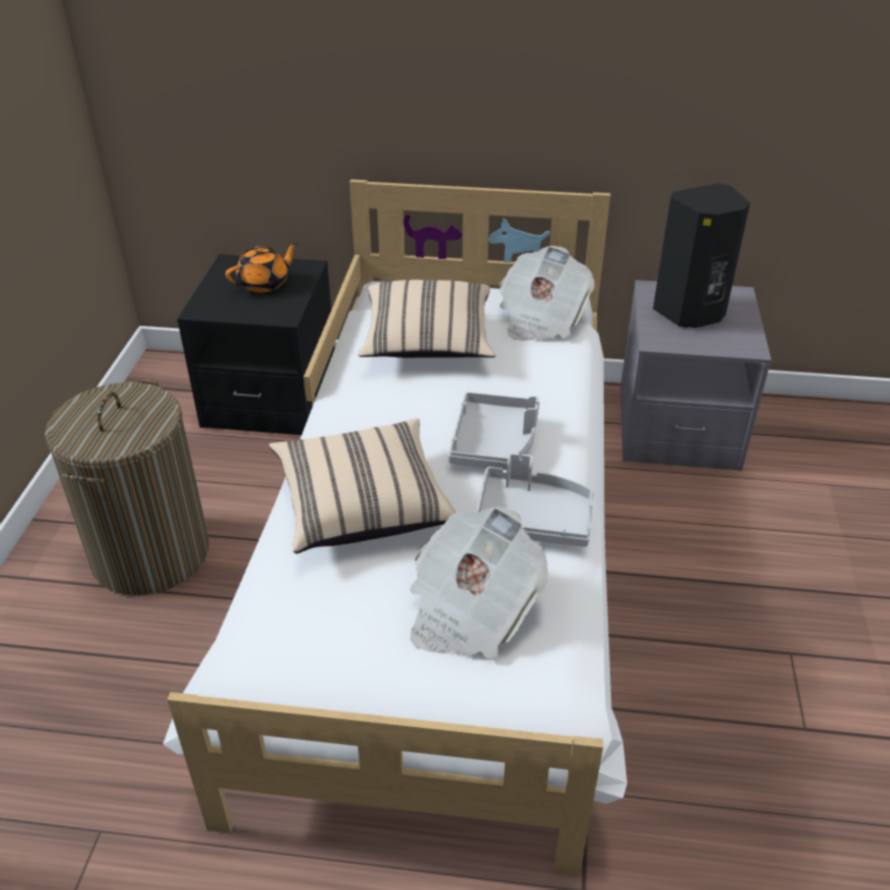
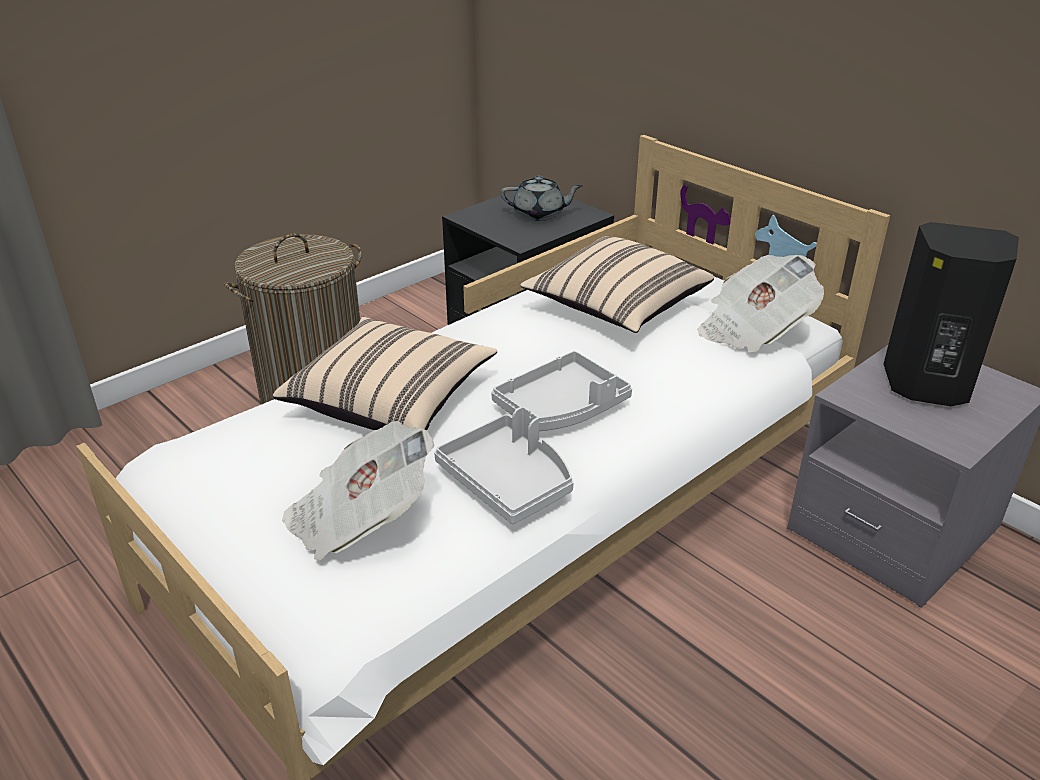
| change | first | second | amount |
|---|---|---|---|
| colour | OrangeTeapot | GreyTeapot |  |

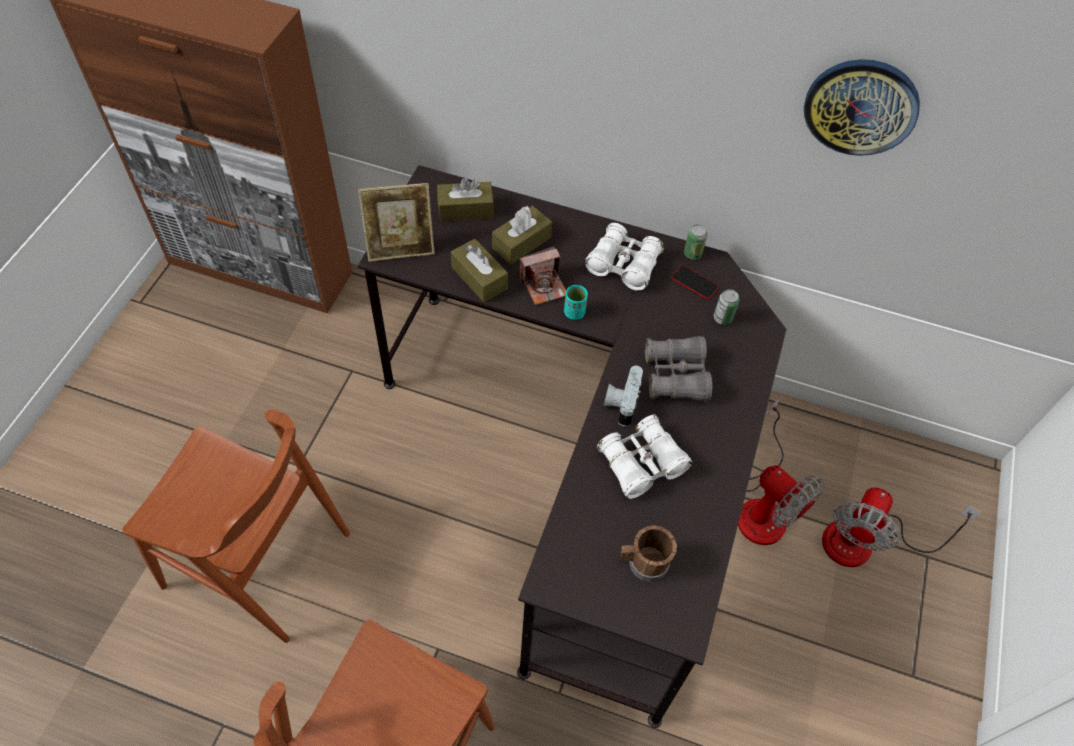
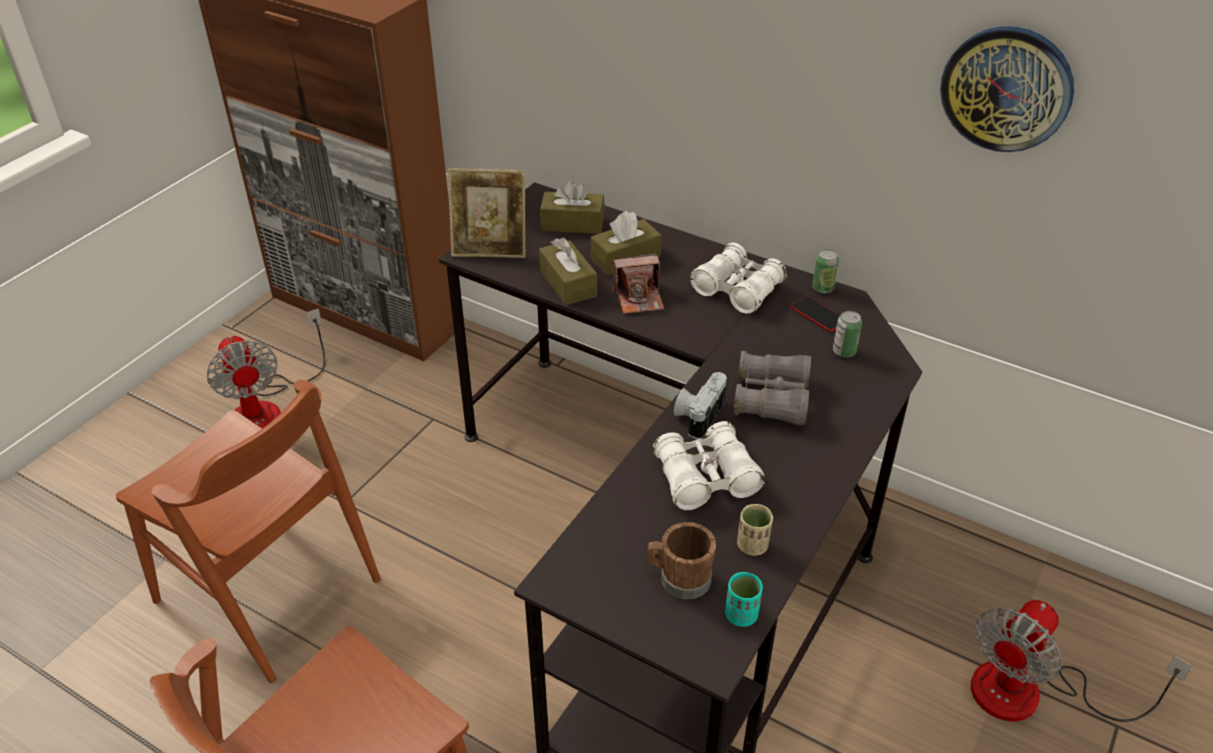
| change | first | second | amount |
|---|---|---|---|
| relocated | Fan (no. 1 from left) |  |  |
| relocated | TurquoiseCup |  |  |
| appeared |  | BeigeCup |  |

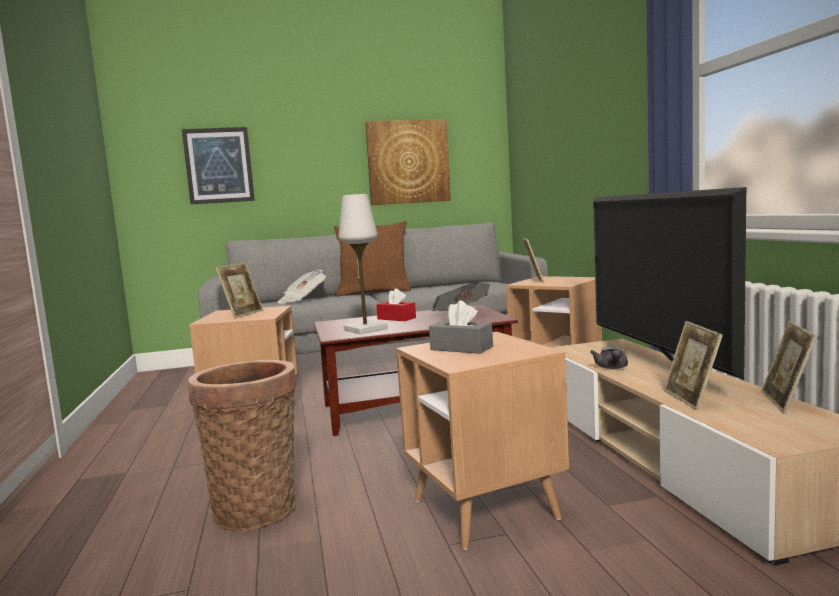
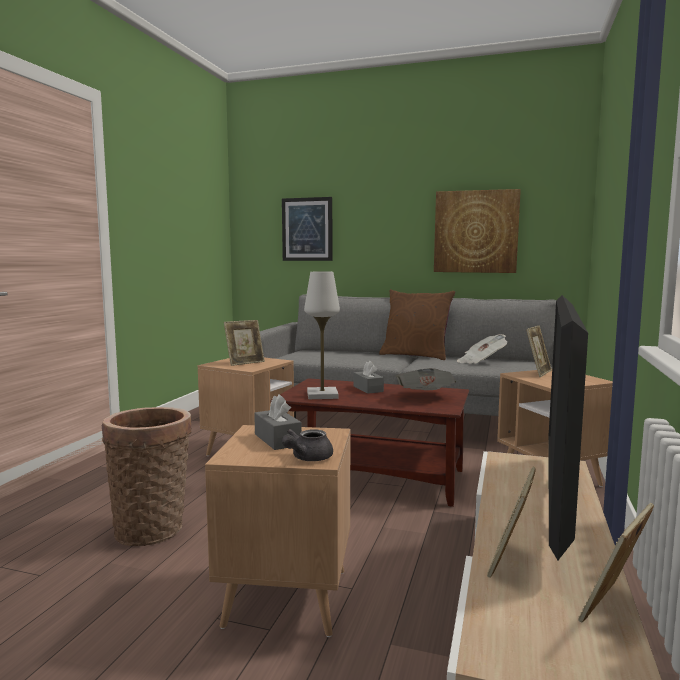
| change | first | second | amount |
|---|---|---|---|
| relocated | GreyTeapot |  |  |
| colour | RedTissueBox | GreyTissueBox (no. 2 from left) |  |
| relocated | Newspaper (no. 1 from left in the first image) | Newspaper (no. 2 from left) |  |

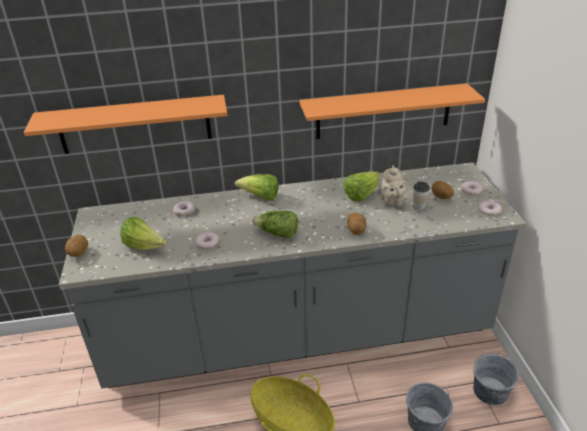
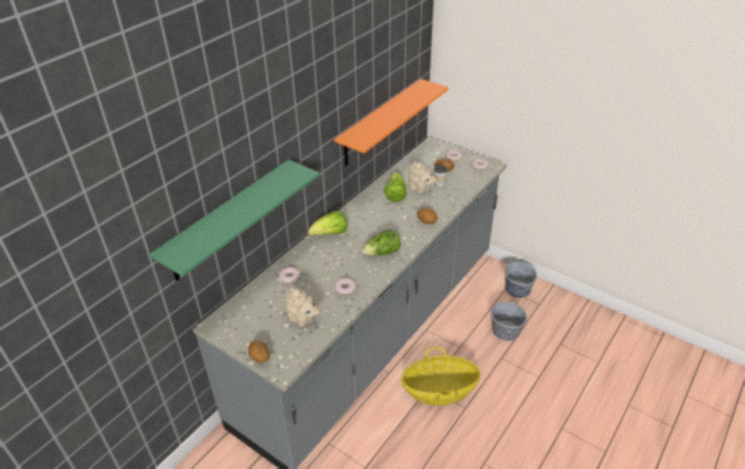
| change | first | second | amount |
|---|---|---|---|
| colour | OrangeShelf (no. 1 from left) | GreenShelf |  |
| exchanged | Lettuce (no. 1 from left) | BeigeTeapot (no. 1 from left) |  |

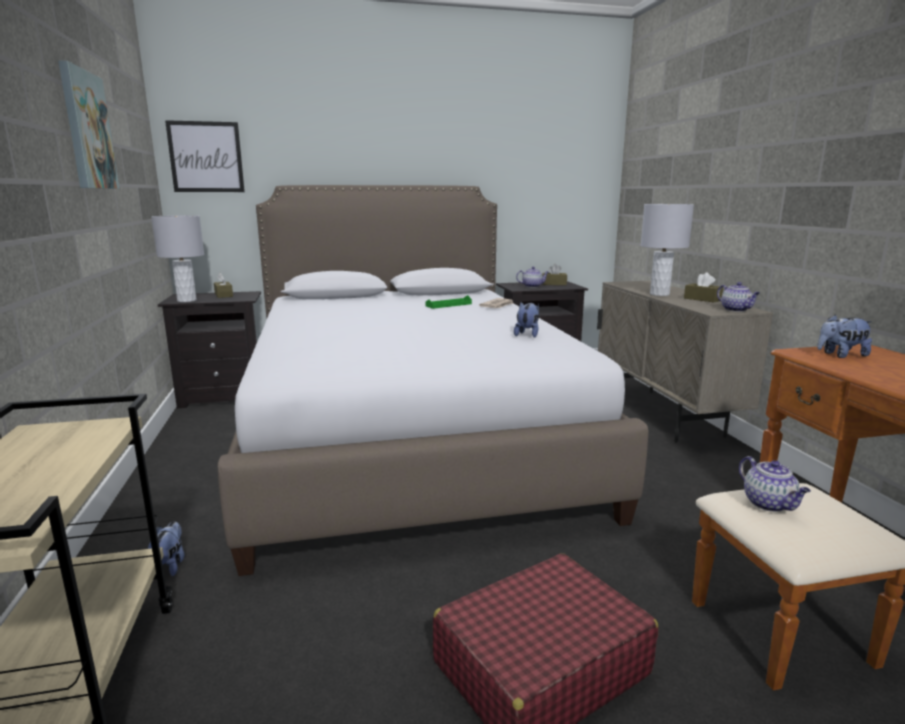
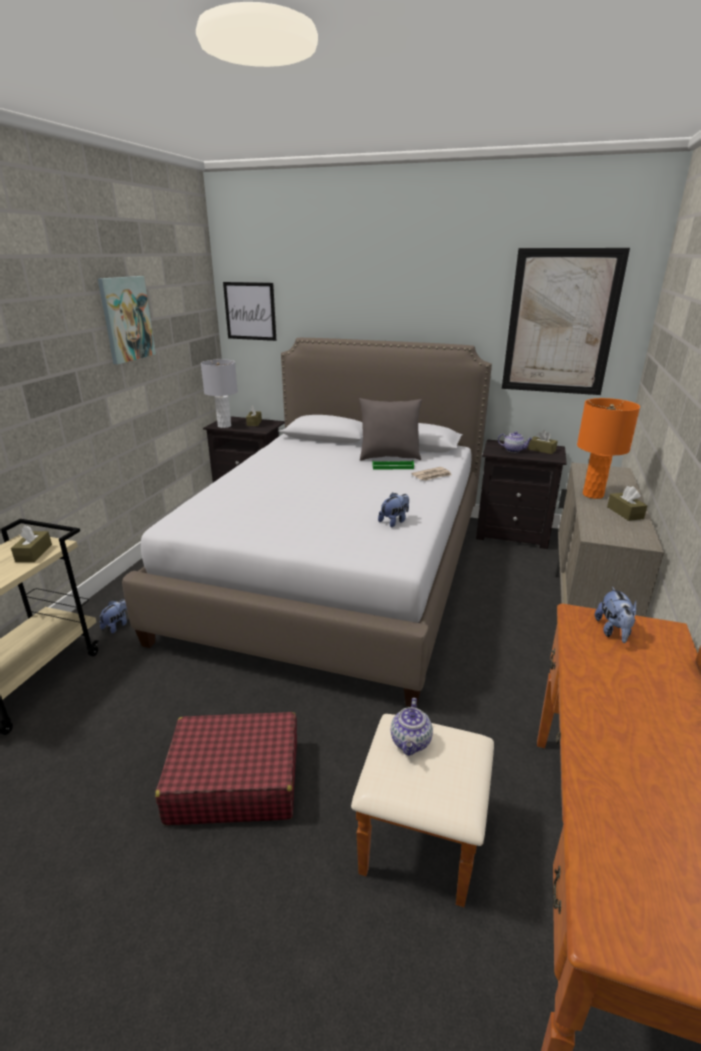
| change | first | second | amount |
|---|---|---|---|
| appeared |  | BrownTissueBox (no. 1 from left) |  |
| appeared |  | GreyPillow |  |
| appeared |  | Picture (no. 3 from left) |  |
| colour | GreyTableLamp (no. 2 from left) | OrangeTableLamp |  |
| spun | PlushToy (no. 3 from left) |  | 105 degrees counterclockwise |
| missing | Teapot (no. 2 from left) |  |  |

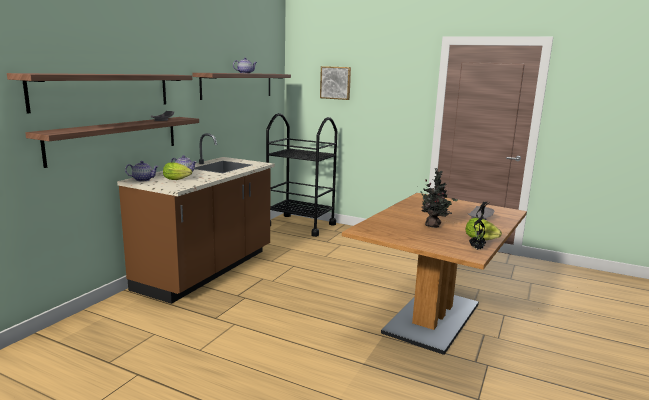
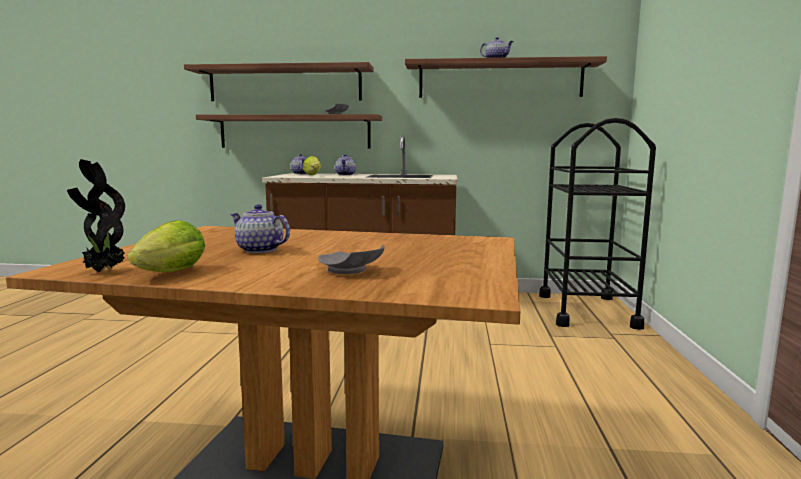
| change | first | second | amount |
|---|---|---|---|
| exchanged | PottedPlant (no. 1 from left) | Teapot (no. 1 from left) |  |
| missing | Picture |  |  |

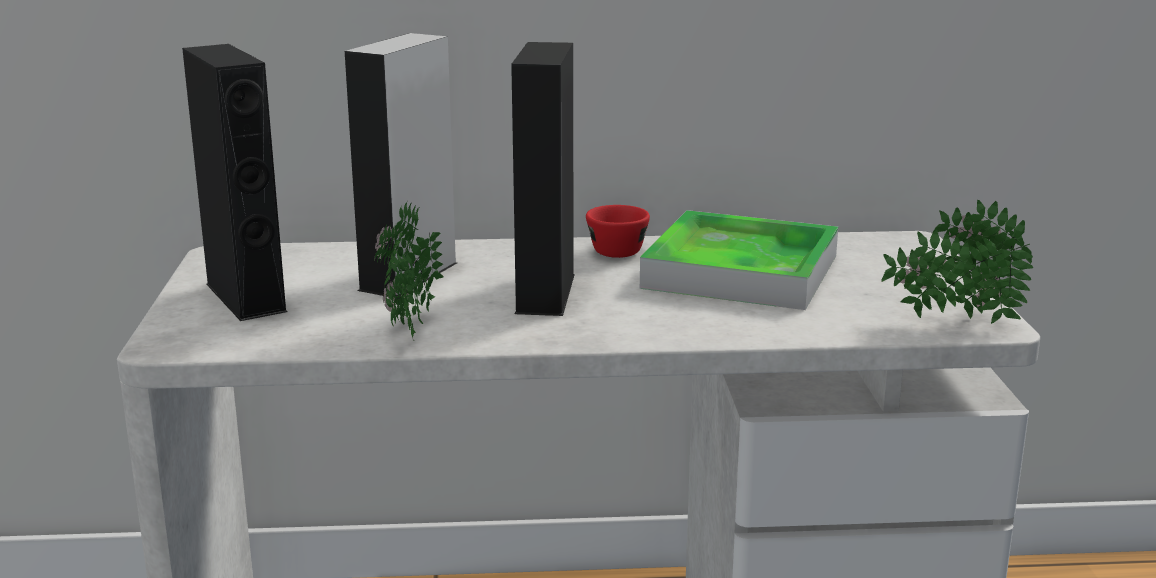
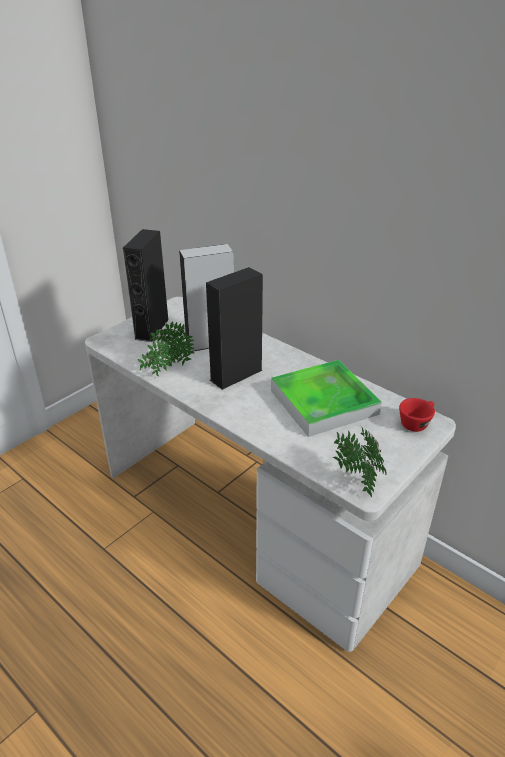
| change | first | second | amount |
|---|---|---|---|
| relocated | RedCup |  |  |

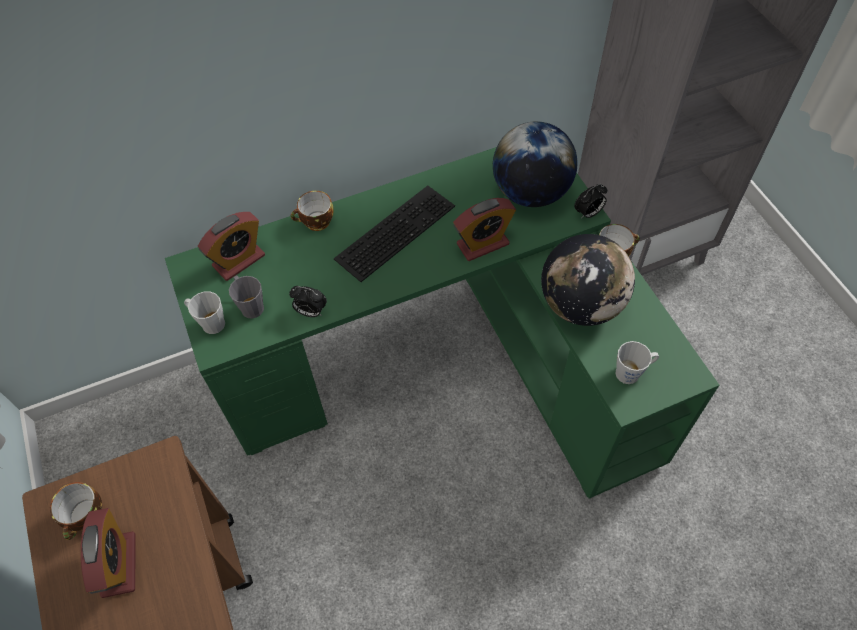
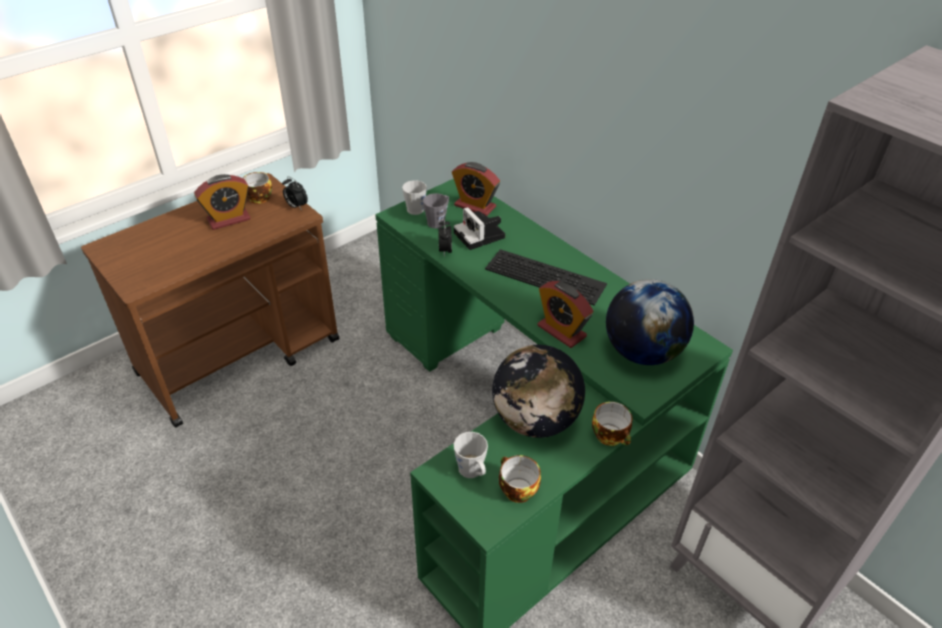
| change | first | second | amount |
|---|---|---|---|
| relocated | AlarmClock (no. 5 from left in the first image) | AlarmClock (no. 2 from left) |  |
| appeared |  | PhotoCamera |  |
| relocated | Cup (no. 2 from left) |  |  |

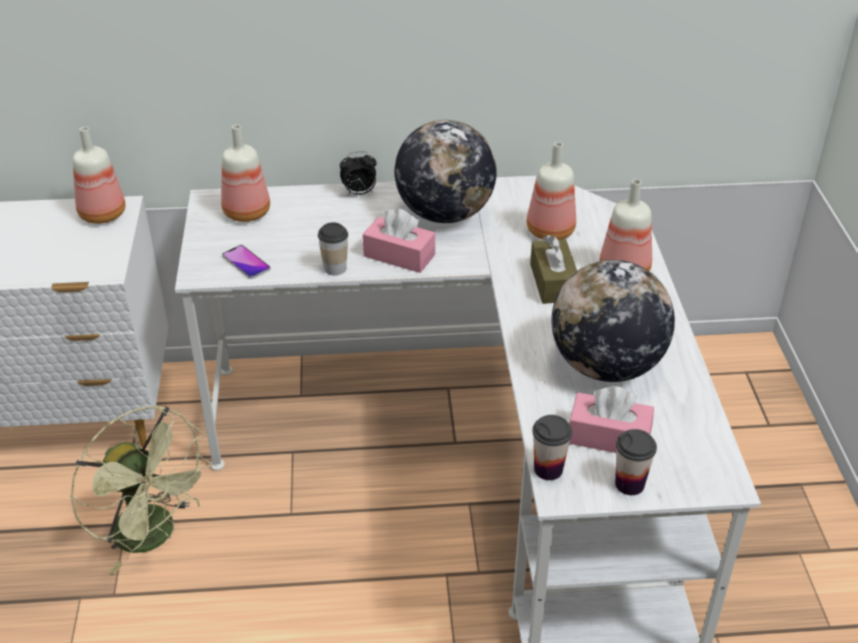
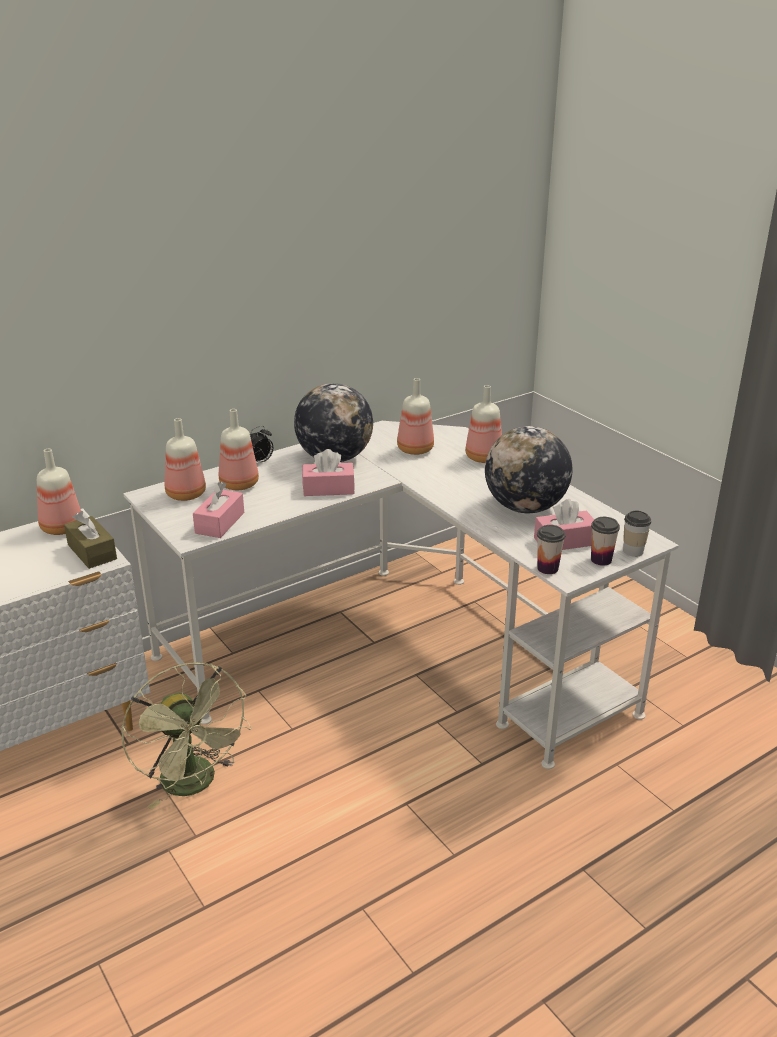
| change | first | second | amount |
|---|---|---|---|
| relocated | BrownTissueBox |  |  |
| spun | GreenFan |  | 45 degrees clockwise |
| exchanged | Phone | PinkTissueBox (no. 1 from left) |  |
| appeared |  | Bottle (no. 3 from left) |  |
| relocated | Cup (no. 1 from left in the first image) | Cup (no. 3 from left) |  |

